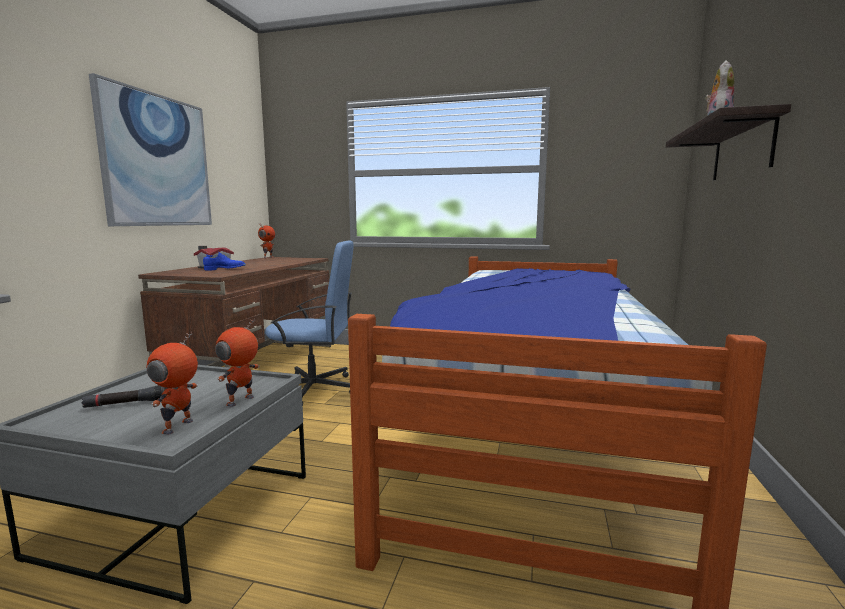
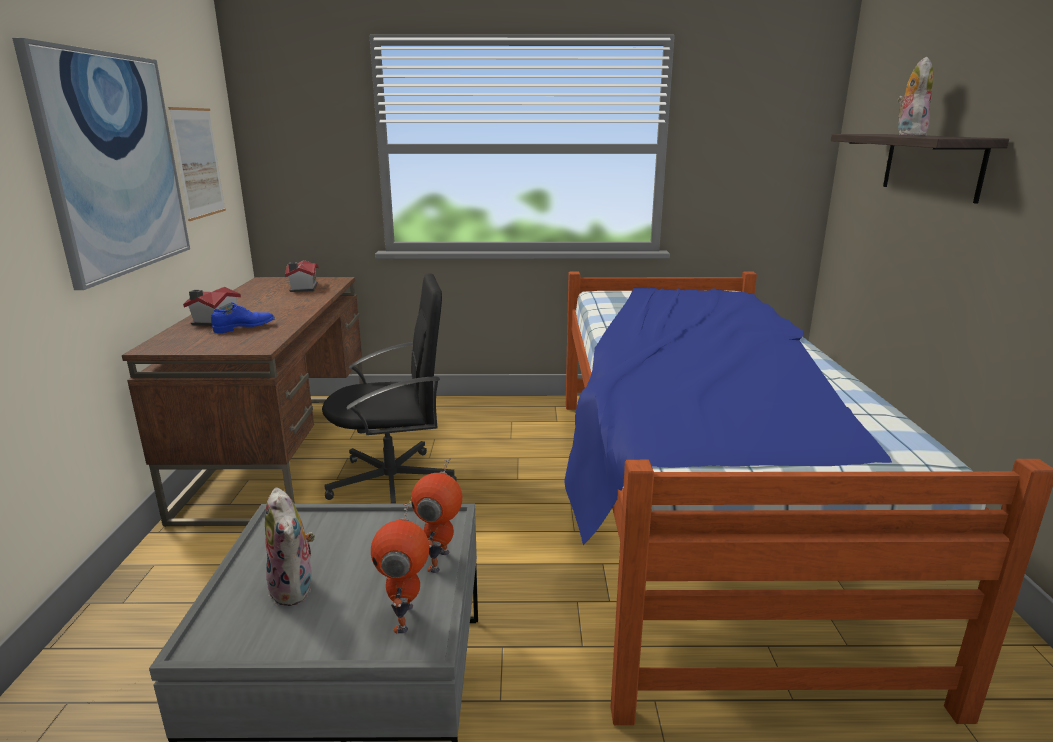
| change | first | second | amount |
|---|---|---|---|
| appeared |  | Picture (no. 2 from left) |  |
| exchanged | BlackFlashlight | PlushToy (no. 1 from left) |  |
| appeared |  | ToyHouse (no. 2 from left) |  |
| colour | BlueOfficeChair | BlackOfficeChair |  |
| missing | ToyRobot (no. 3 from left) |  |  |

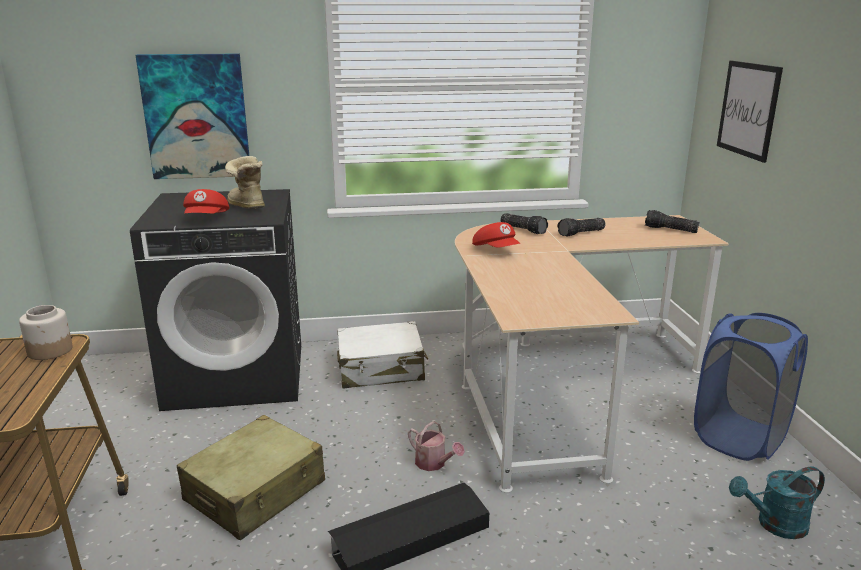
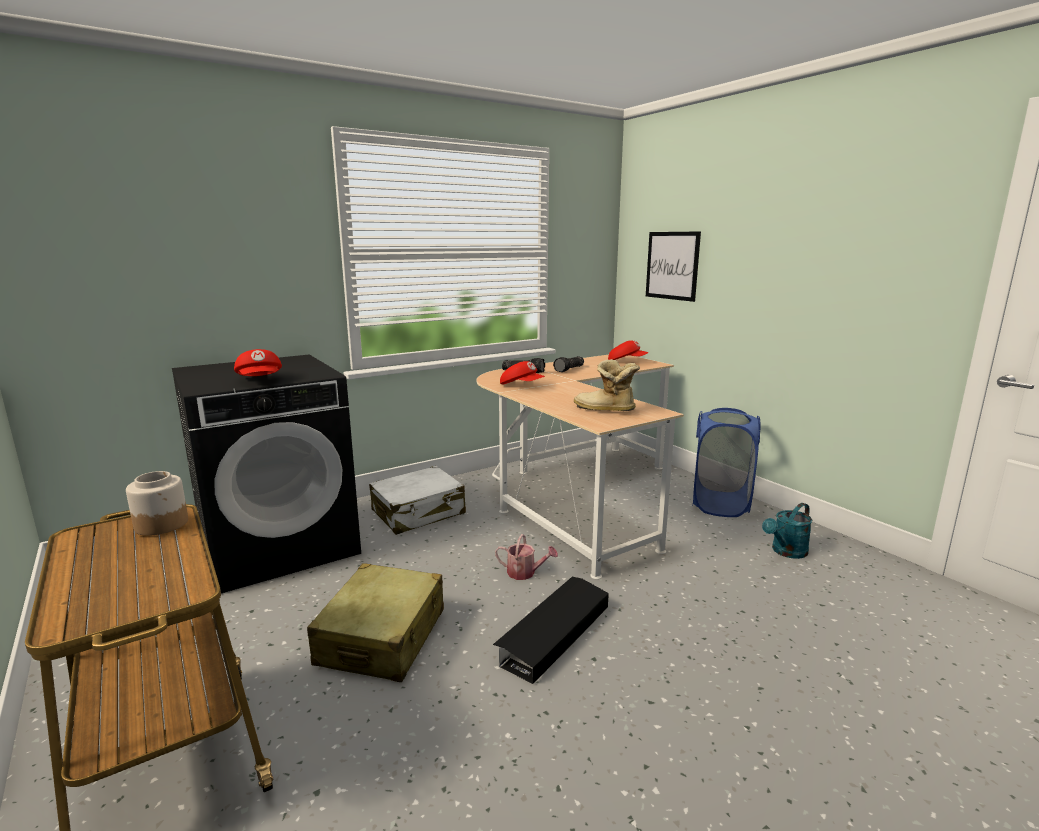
| change | first | second | amount |
|---|---|---|---|
| relocated | Boot |  |  |
| exchanged | Flashlight (no. 3 from left) | RedCap (no. 3 from left) |  |
| missing | Picture (no. 1 from left) |  |  |

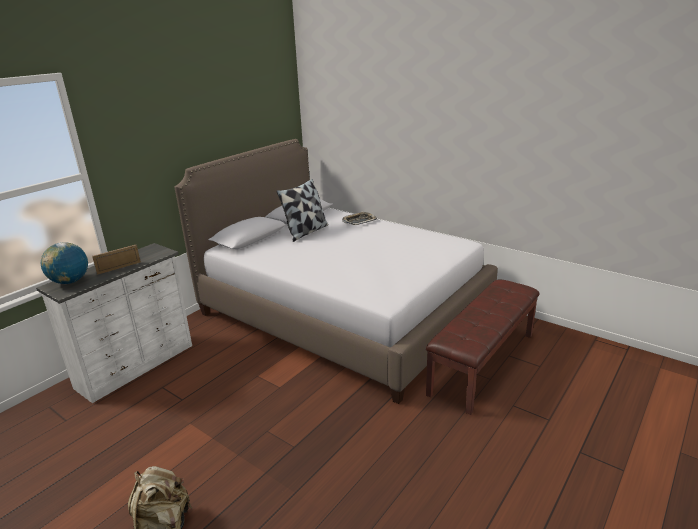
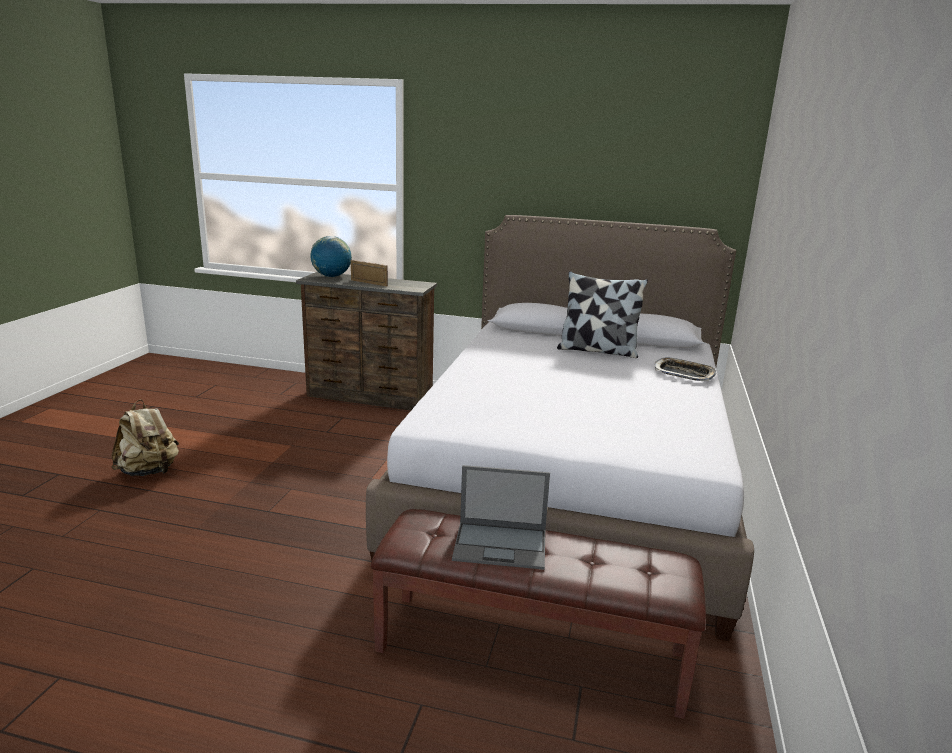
| change | first | second | amount |
|---|---|---|---|
| colour | WhiteDresser | BrownDresser |  |
| appeared |  | Laptop |  |

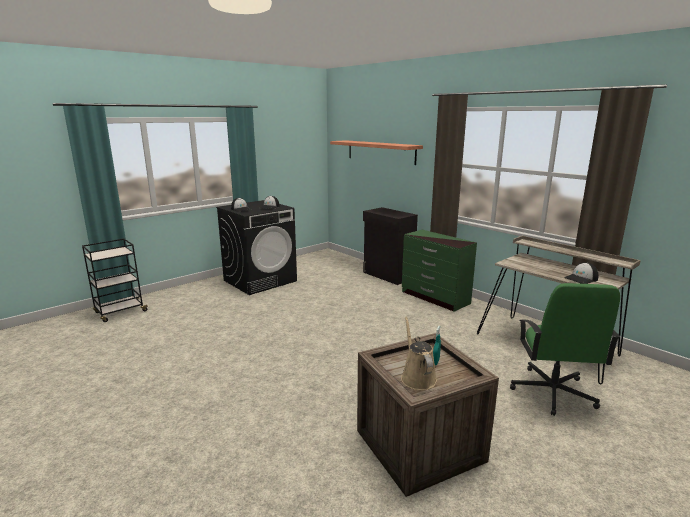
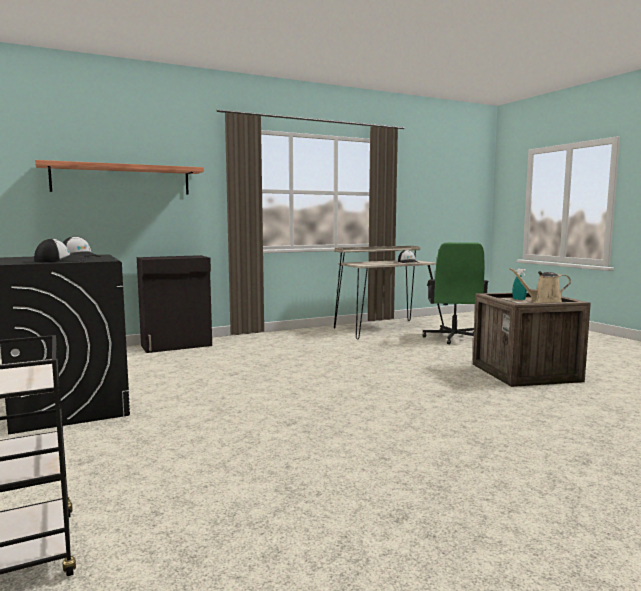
| change | first | second | amount |
|---|---|---|---|
| spun | GreenOfficeChair |  | 75 degrees clockwise |
| missing | GreenDresser |  |  |

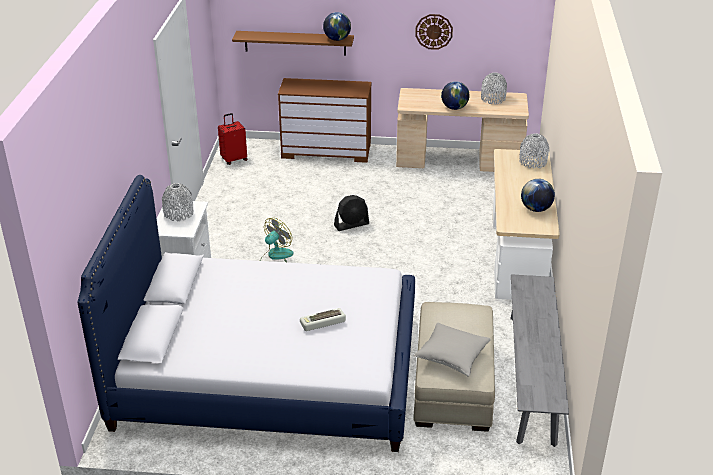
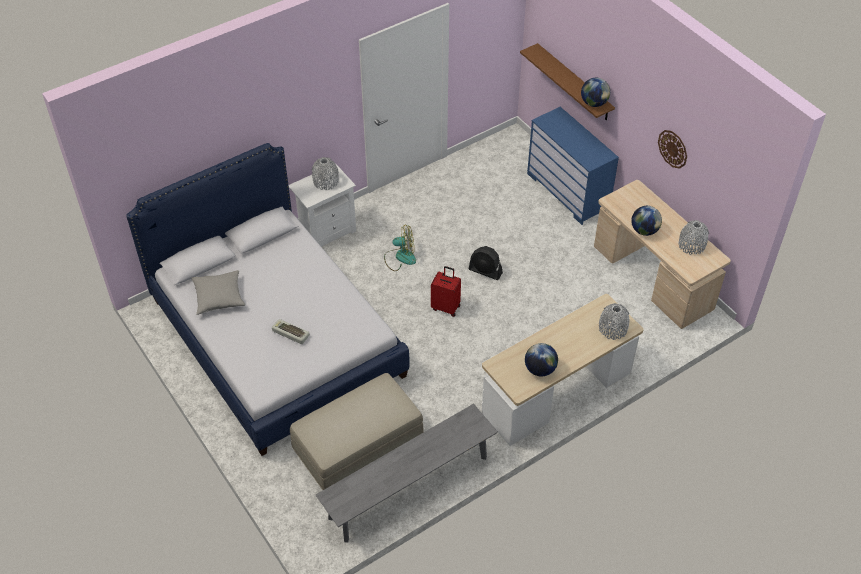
| change | first | second | amount |
|---|---|---|---|
| relocated | GreyPillow |  |  |
| relocated | RedSuitcase |  |  |
| colour | BrownDresser | BlueDresser |  |

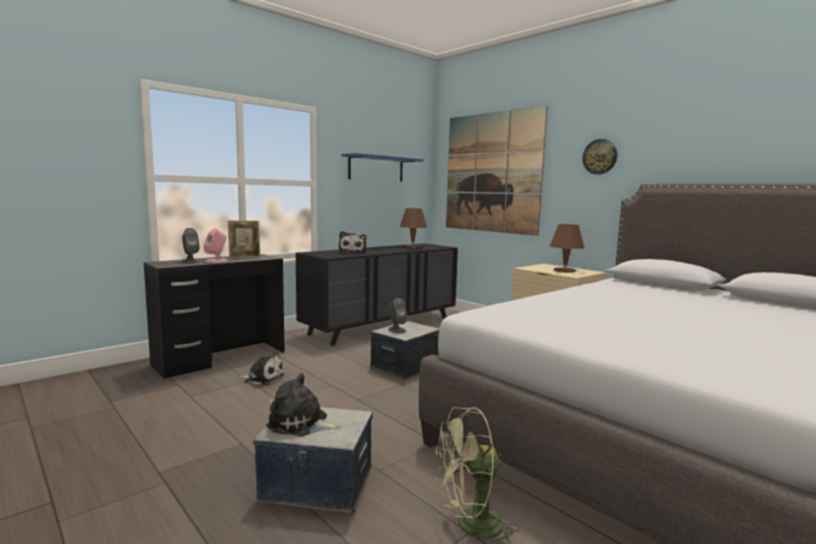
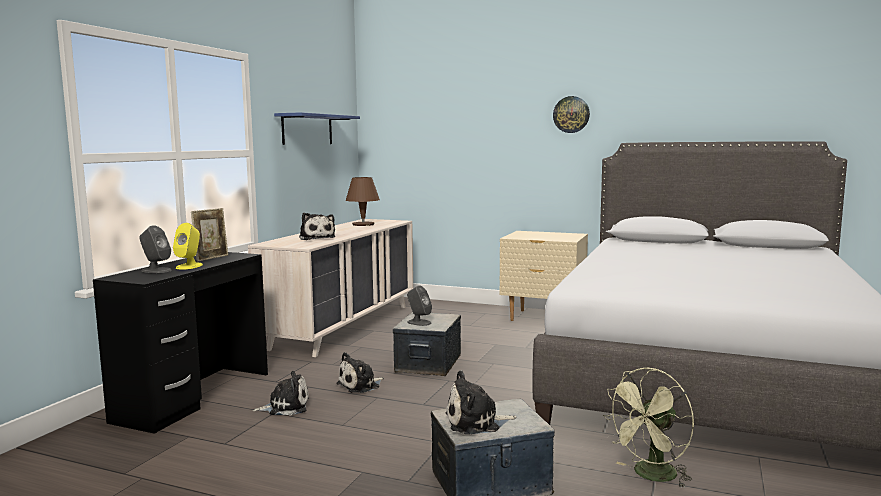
| change | first | second | amount |
|---|---|---|---|
| colour | PinkSpeaker | YellowSpeaker |  |
| colour | BlackDresser | BeigeDresser |  |
| appeared |  | PlushToy (no. 3 from left) |  |
| missing | Picture |  |  |
| missing | BrownTableLamp (no. 2 from left) |  |  |

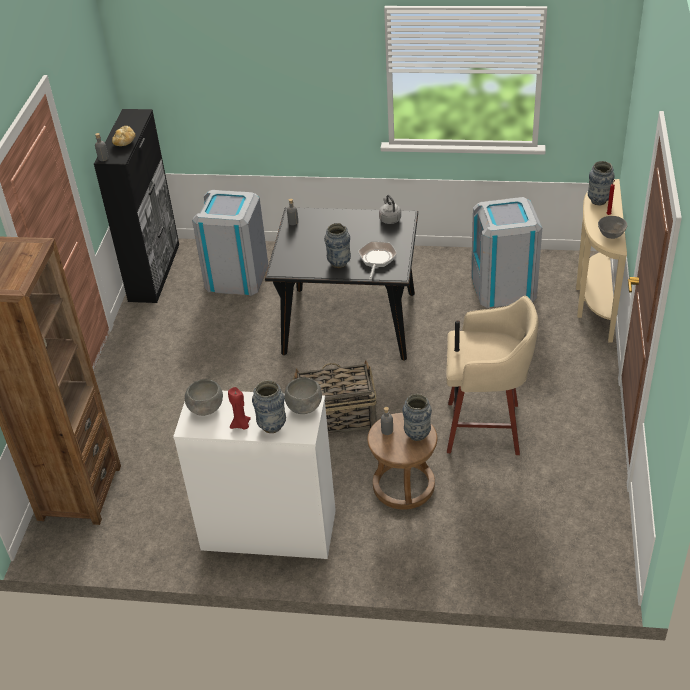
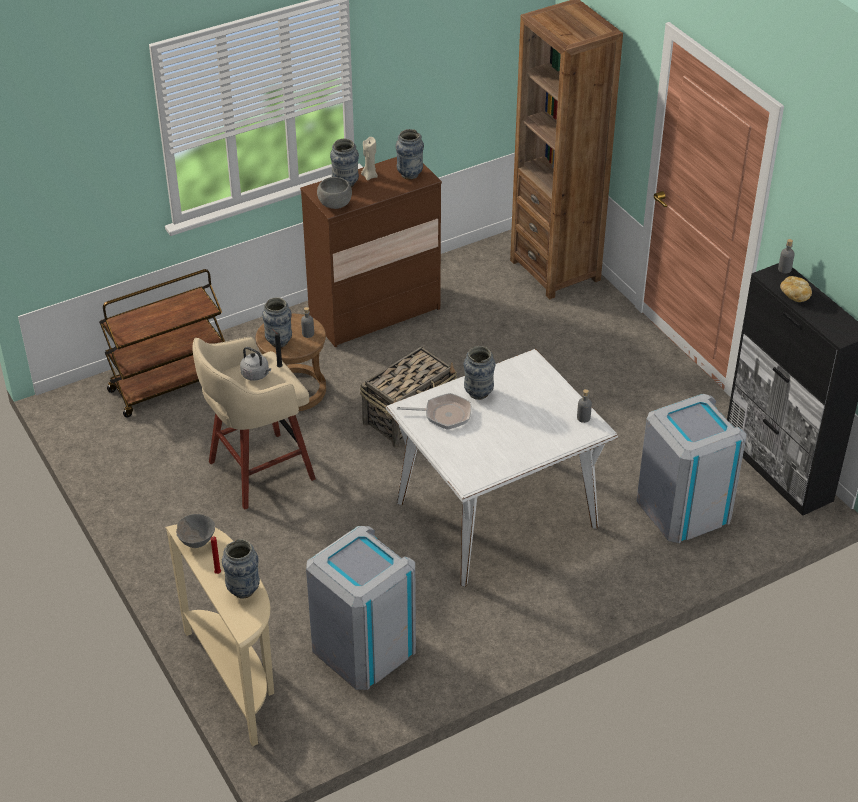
| change | first | second | amount |
|---|---|---|---|
| appeared |  | BrownCart |  |
| relocated | GreyKettle |  |  |
| colour | WhiteDresser | BrownDresser |  |
| colour | RedCandle (no. 1 from left) | BeigeCandle |  |
| colour | BlackDiningTable | WhiteDiningTable |  |
| exchanged | GreyBowl (no. 1 from left) | Vase (no. 4 from left) |  |
| spun | FryingPan |  | 60 degrees counterclockwise |

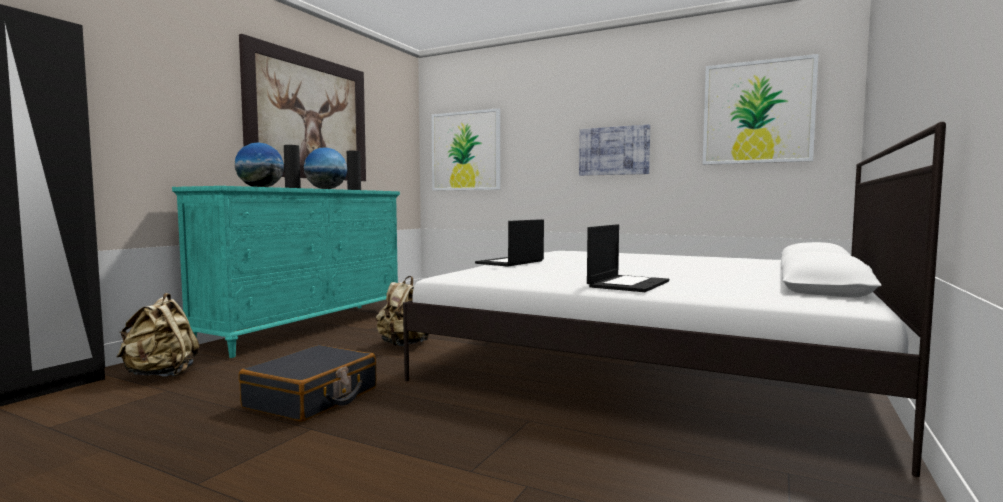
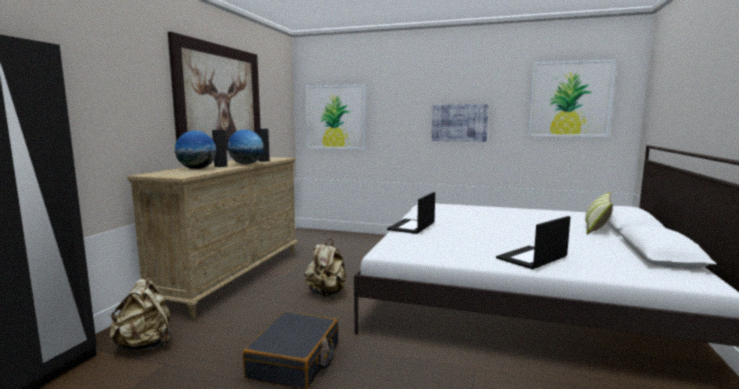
| change | first | second | amount |
|---|---|---|---|
| colour | TurquoiseDresser | BeigeDresser |  |
| spun | Laptop (no. 2 from left) |  | 150 degrees counterclockwise |
| appeared |  | Pillow |  |

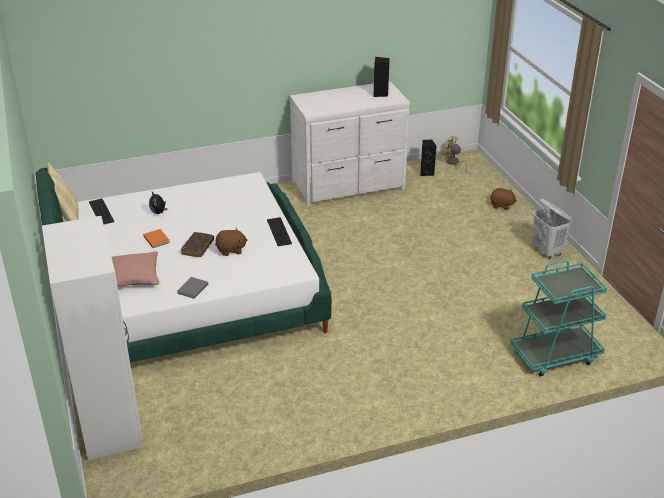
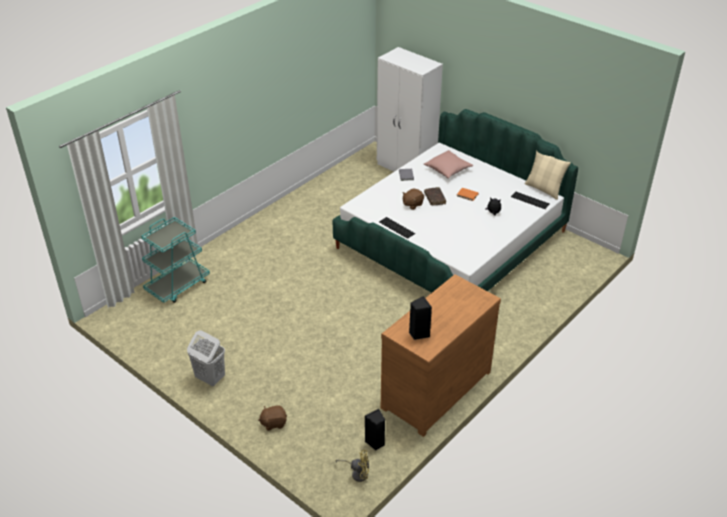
| change | first | second | amount |
|---|---|---|---|
| colour | WhiteDresser | BrownDresser |  |

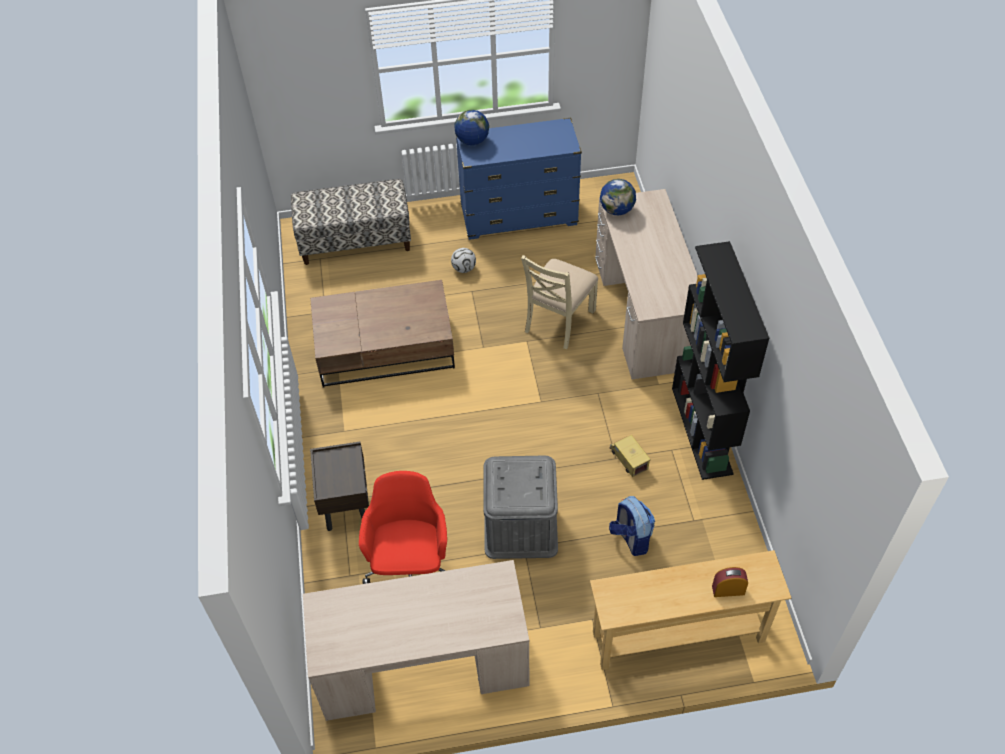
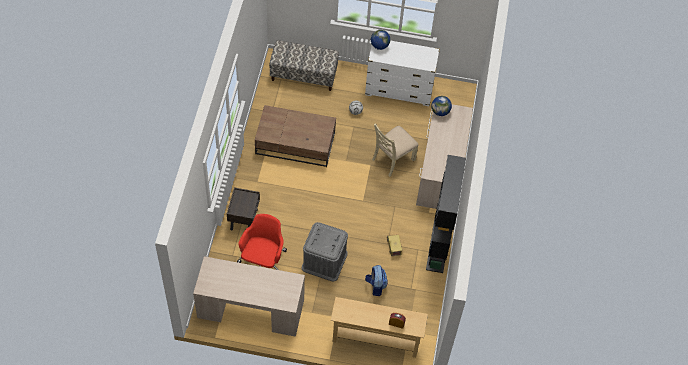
| change | first | second | amount |
|---|---|---|---|
| colour | BlueDresser | WhiteDresser |  |

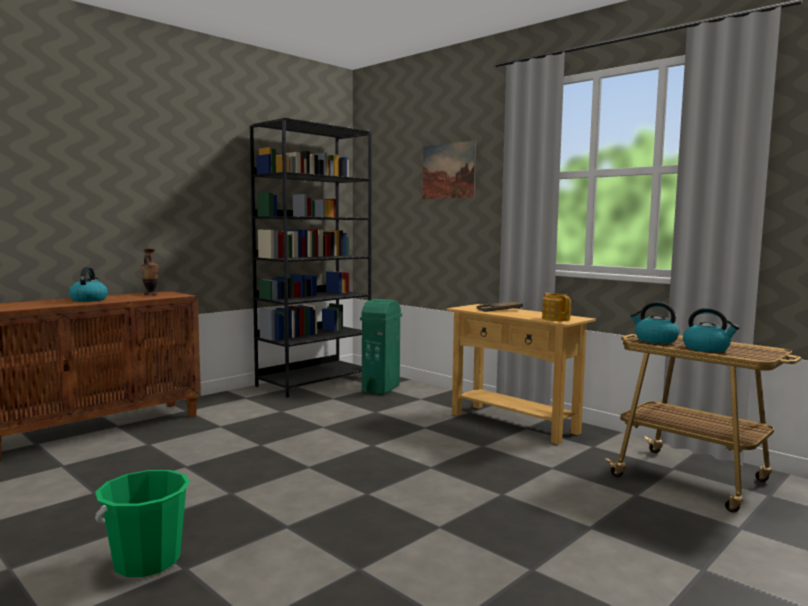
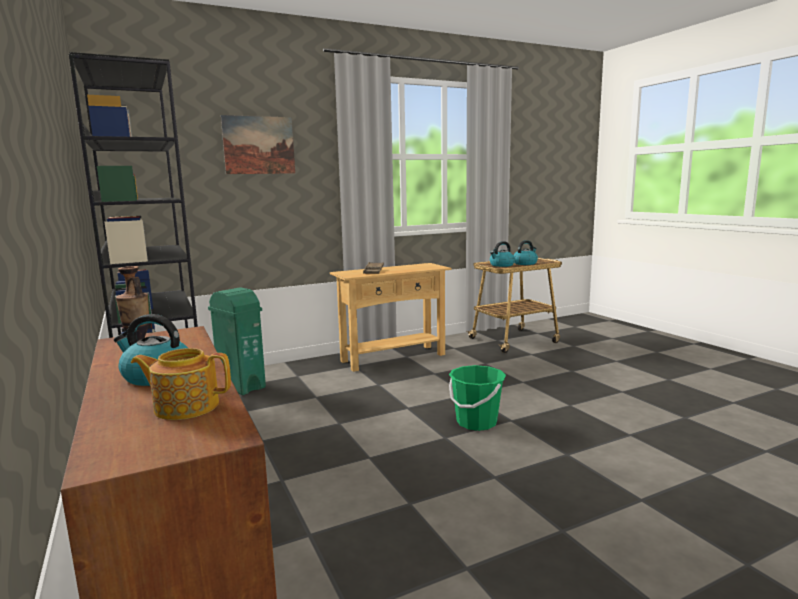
| change | first | second | amount |
|---|---|---|---|
| relocated | Teapot |  |  |
| relocated | GreenBucket |  |  |

